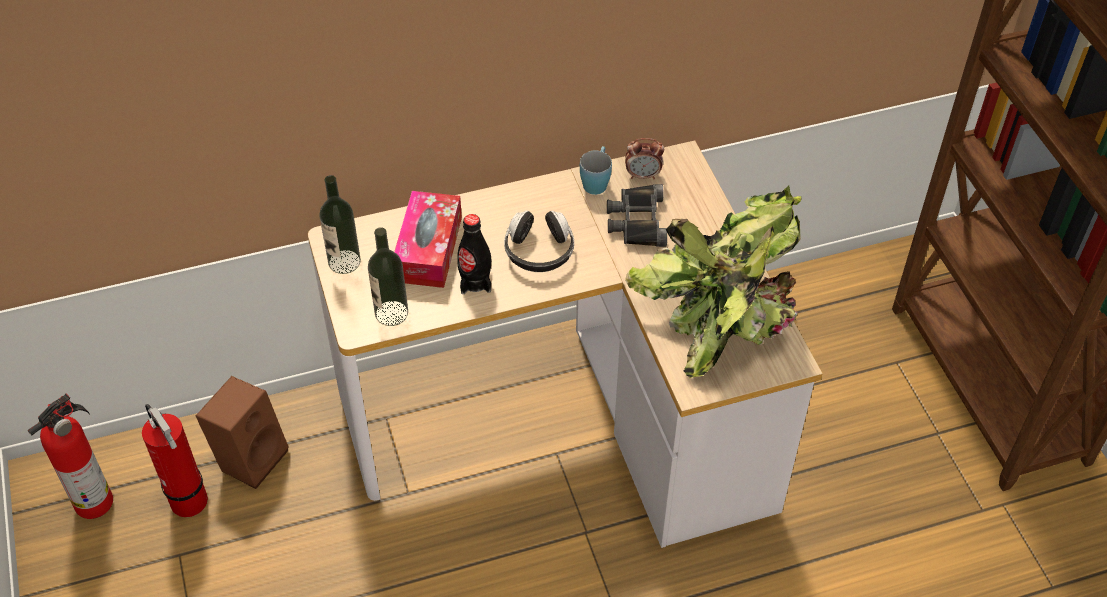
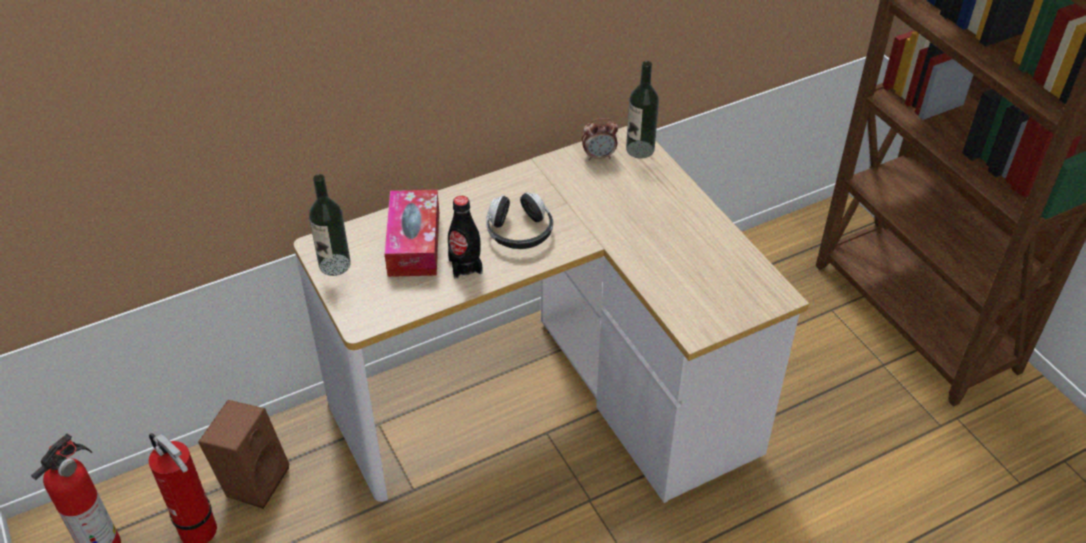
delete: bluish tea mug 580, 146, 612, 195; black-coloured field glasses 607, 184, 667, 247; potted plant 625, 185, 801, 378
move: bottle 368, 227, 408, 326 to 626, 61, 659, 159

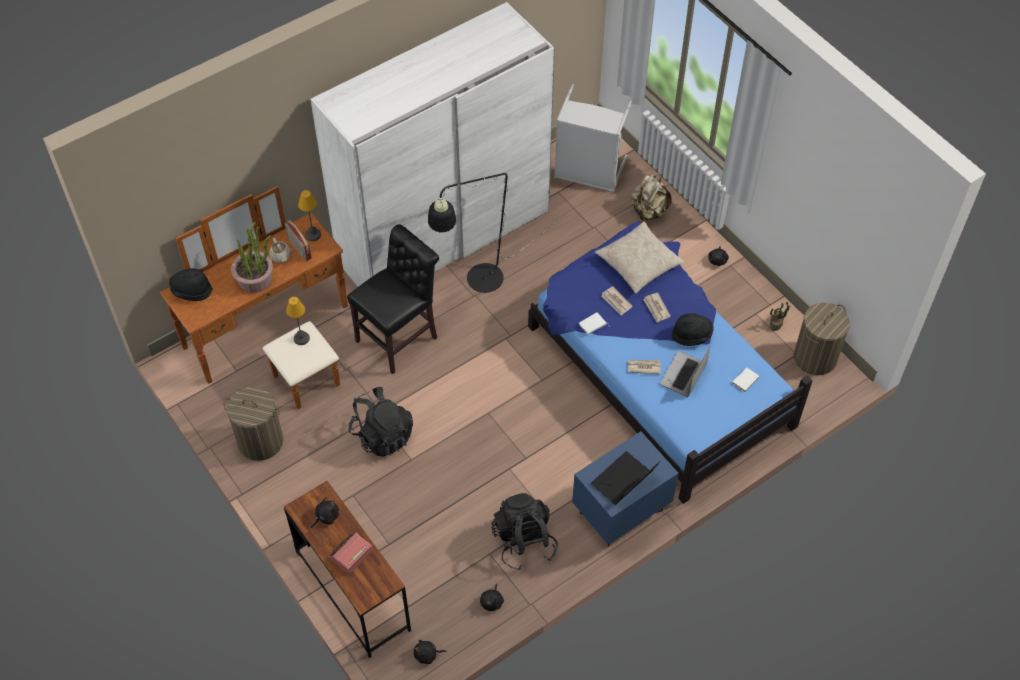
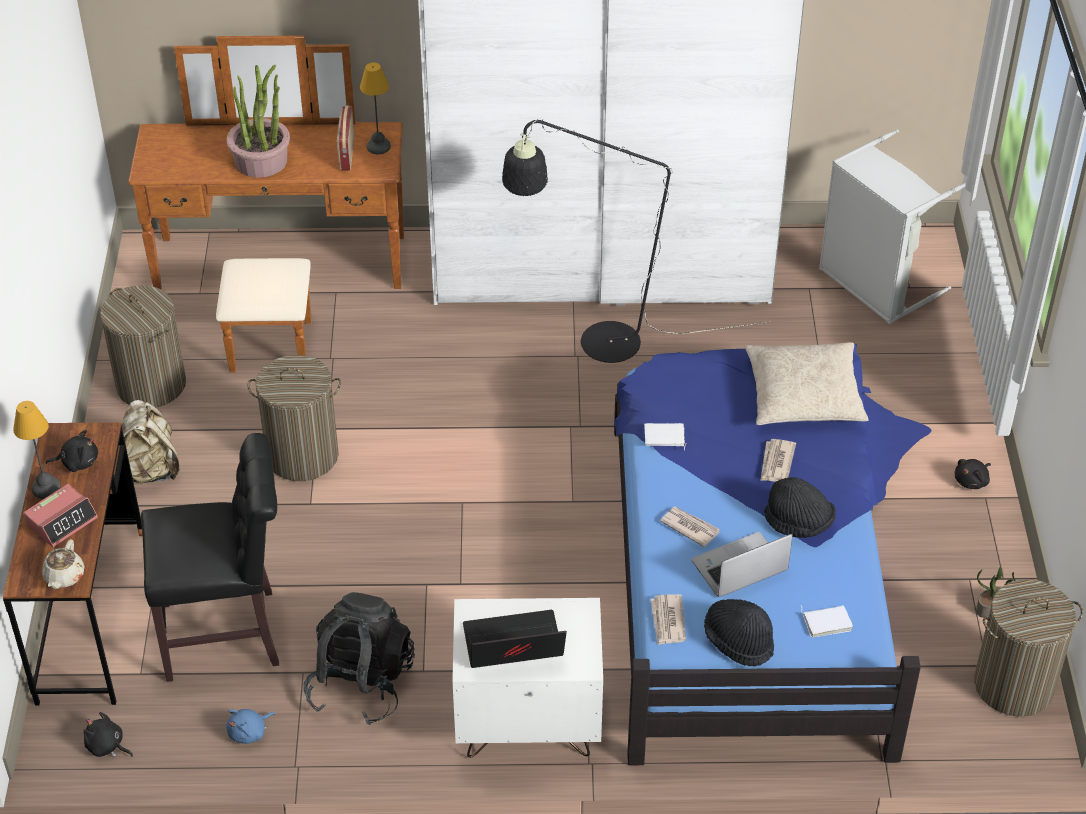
move: black-coloured wearable hat 169, 268, 212, 301 to 704, 599, 774, 666; beige-coloured teapot 269, 238, 291, 263 to 42, 539, 85, 589; lamp for a table 286, 297, 310, 345 to 13, 401, 61, 499; black-coloured upright chair 347, 224, 439, 374 to 141, 433, 279, 682; daily paper 601, 286, 632, 316 to 650, 594, 686, 645; beige-coloured rucksack 631, 174, 672, 221 to 121, 400, 180, 484
replace: black-coloured rucksack 349, 387, 413, 457 to hamper 247, 355, 341, 481
recolor: black-coloured soft toy 480, 584, 504, 611 to bluish soft toy 226, 709, 276, 744; bluish nightstand 572, 432, 678, 547 to white nightstand 452, 598, 603, 758
rotate: alarm clock 328, 532, 372, 574 = 24, 484, 98, 547 150 degrees clockwise

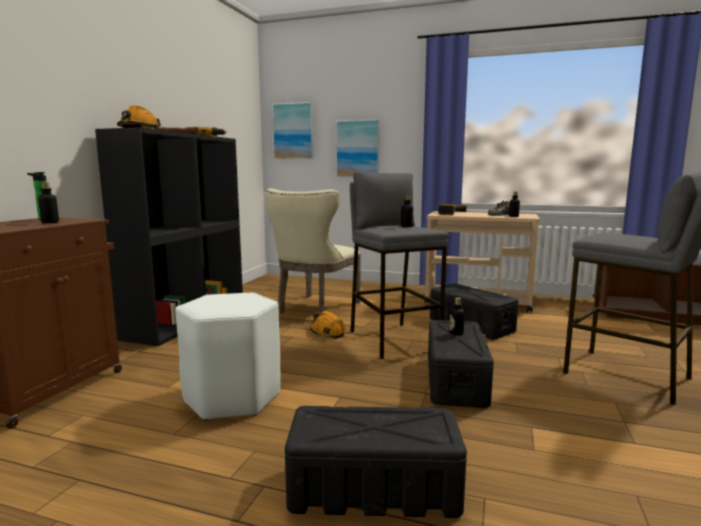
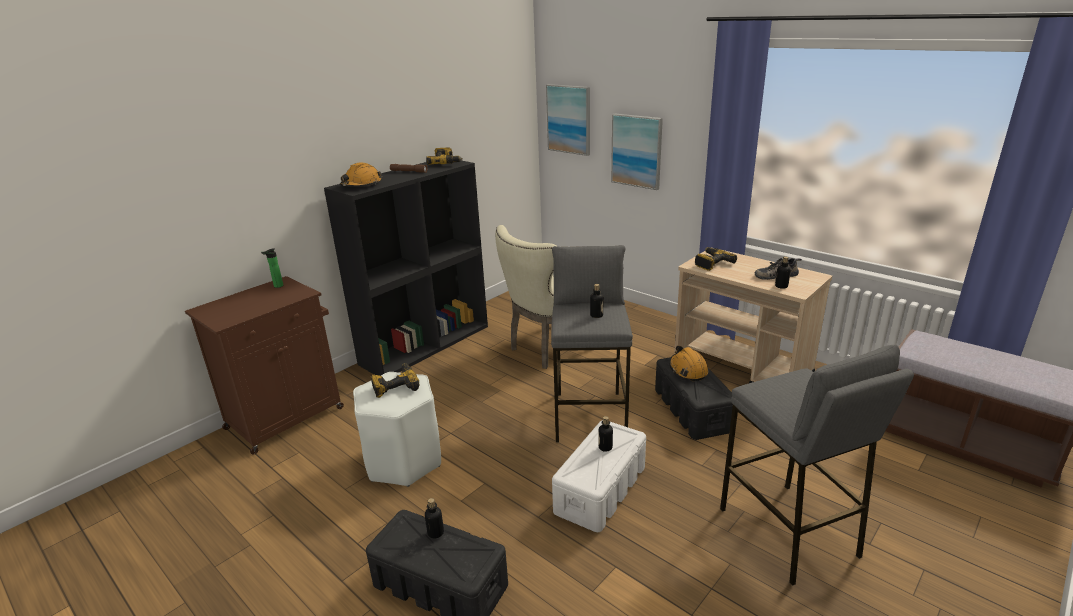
insert: electric drill 371, 363, 420, 398
move: bottle 38, 182, 59, 223 to 425, 498, 444, 538; orange safety helmet 310, 311, 346, 338 to 669, 346, 708, 381
recolor: black-coloured storage bin 428, 320, 494, 408 to white storage bin 552, 420, 646, 532

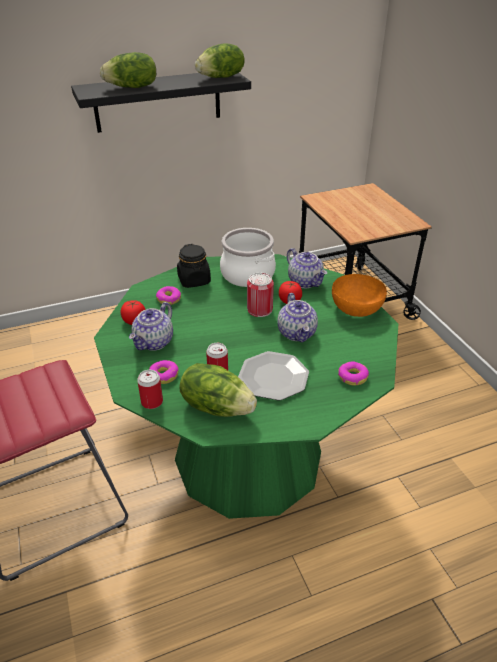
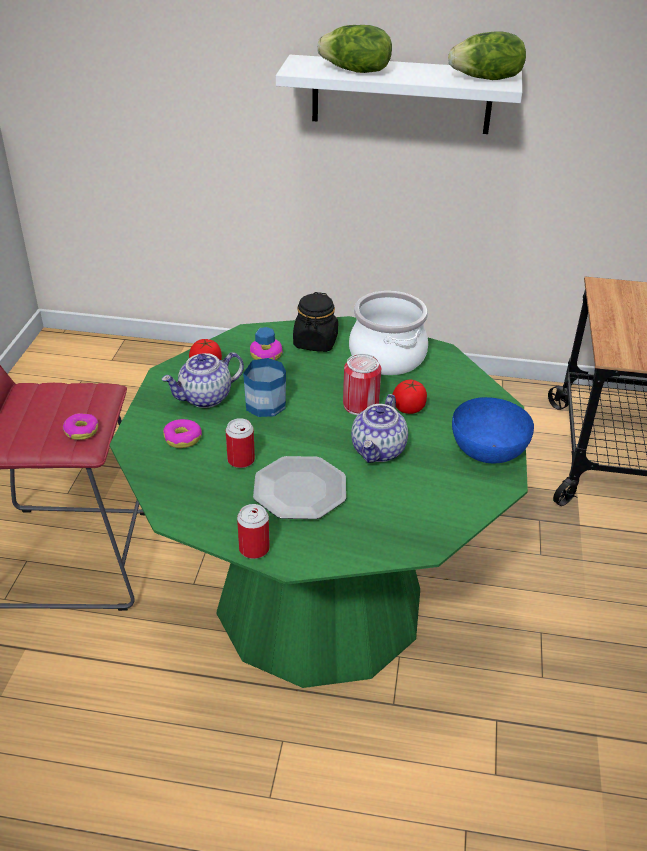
delete: lettuce head 179, 363, 257, 417; teapot 287, 248, 327, 288
insert: bottle 243, 327, 286, 417
move: can 137, 370, 163, 409 to 237, 504, 270, 559; donut 338, 361, 369, 385 to 63, 413, 99, 440
recolor: black-coloured shelf 71, 73, 251, 133 to white shelf 276, 55, 522, 134; orange deep dish 332, 274, 387, 317 to bluish deep dish 452, 397, 534, 463

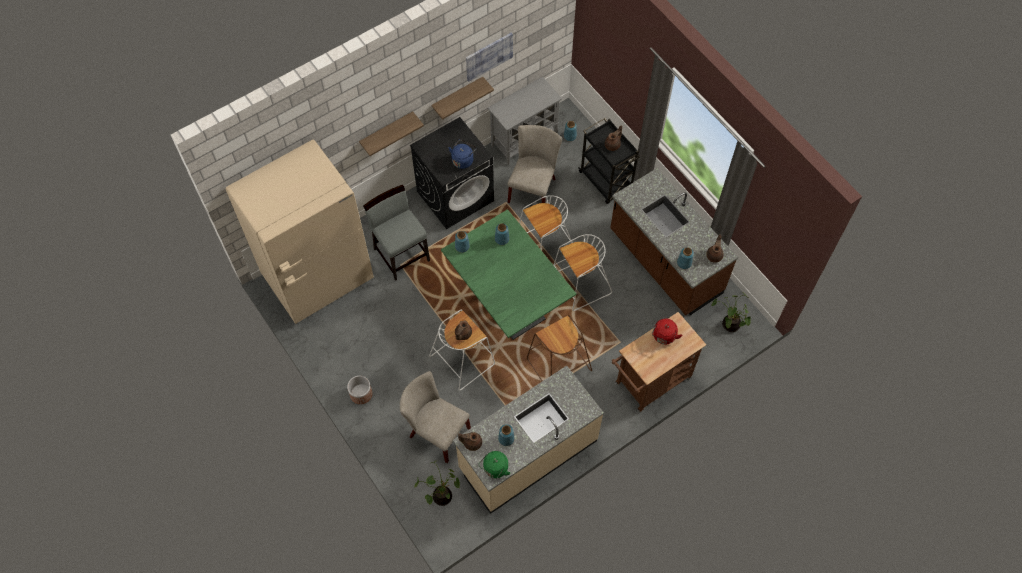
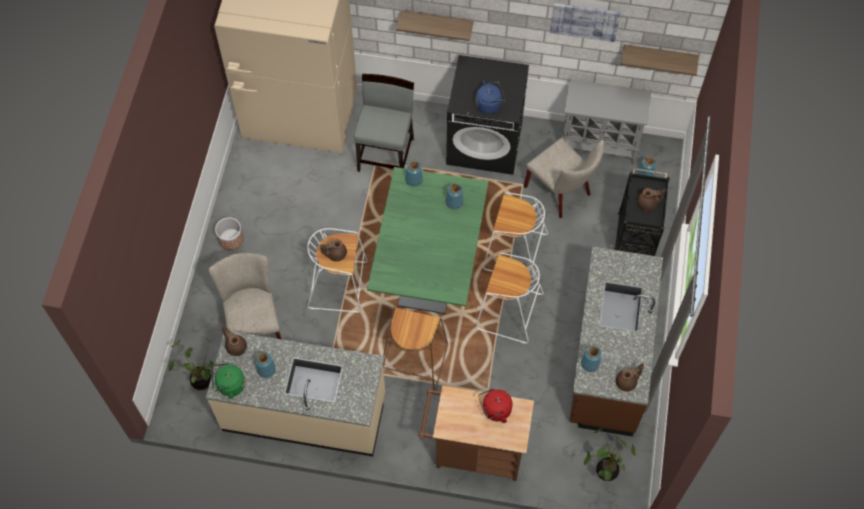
move: shelf 431, 77, 494, 120 to 621, 44, 699, 76
rotate: beige-coloured upright chair 508, 125, 562, 203 = 524, 138, 604, 218 75 degrees clockwise

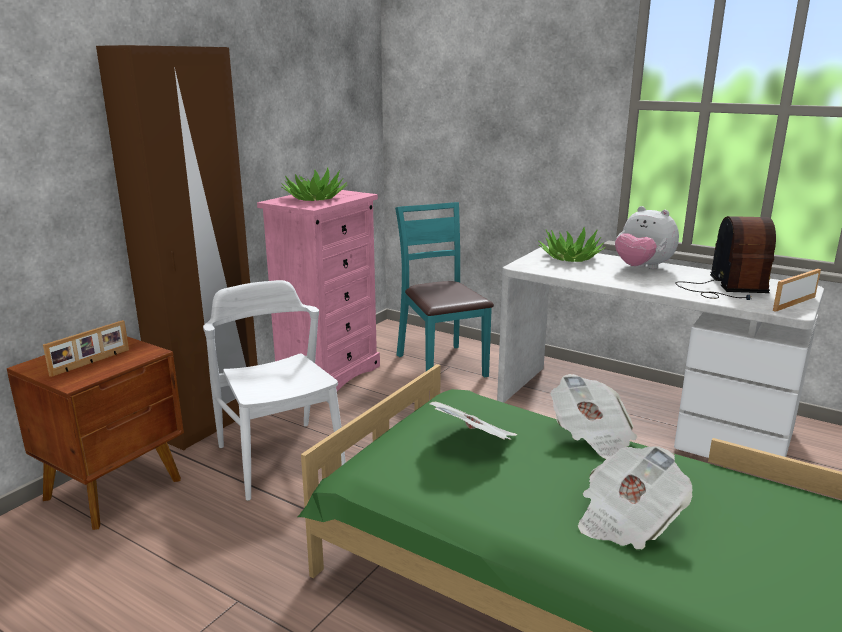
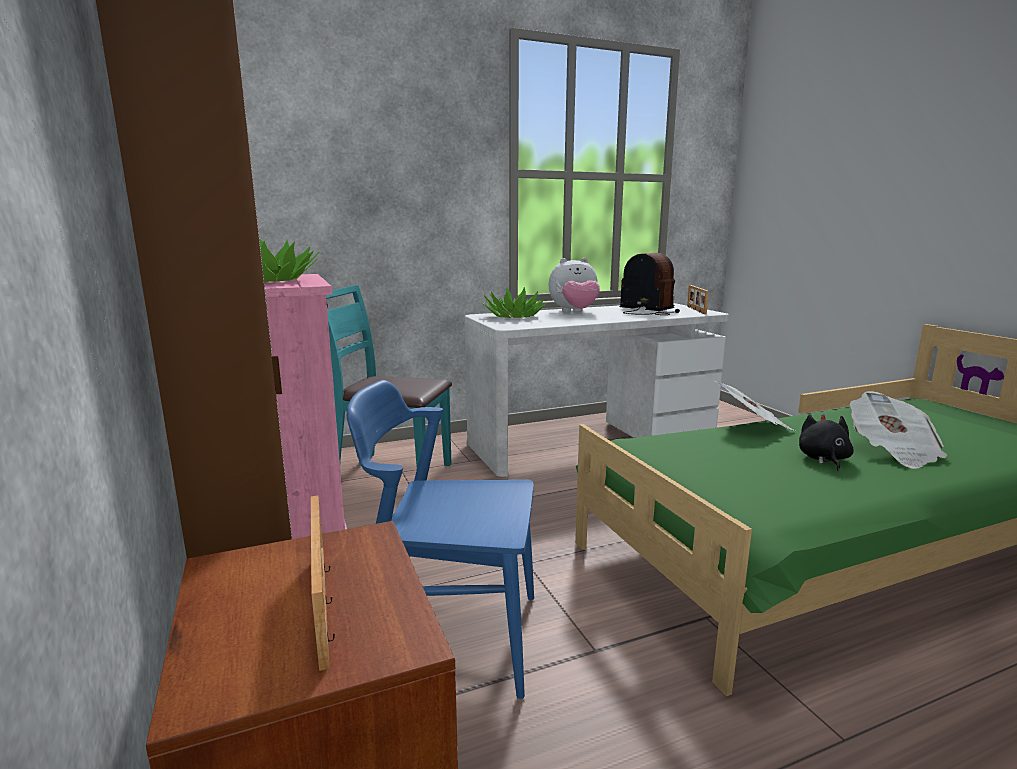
delete: daily paper 429, 402, 517, 440
insert: black-coloured soft toy 799, 414, 854, 471
recolor: white upright chair 203, 280, 346, 501 to bluish upright chair 347, 380, 534, 700

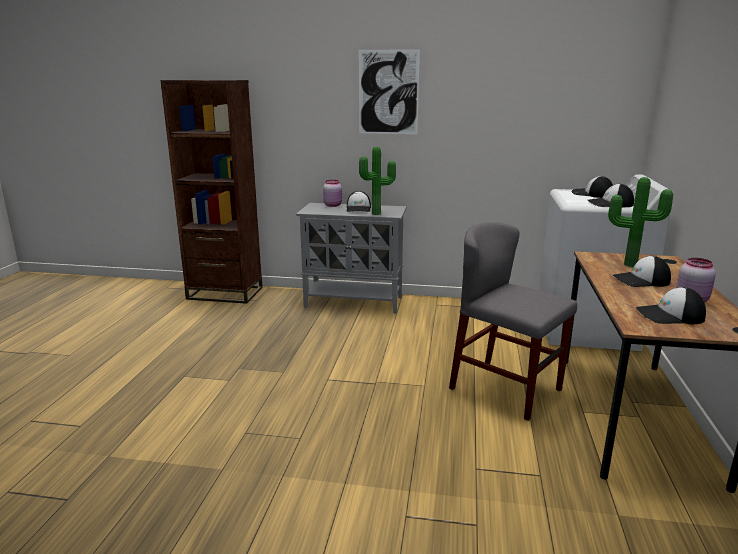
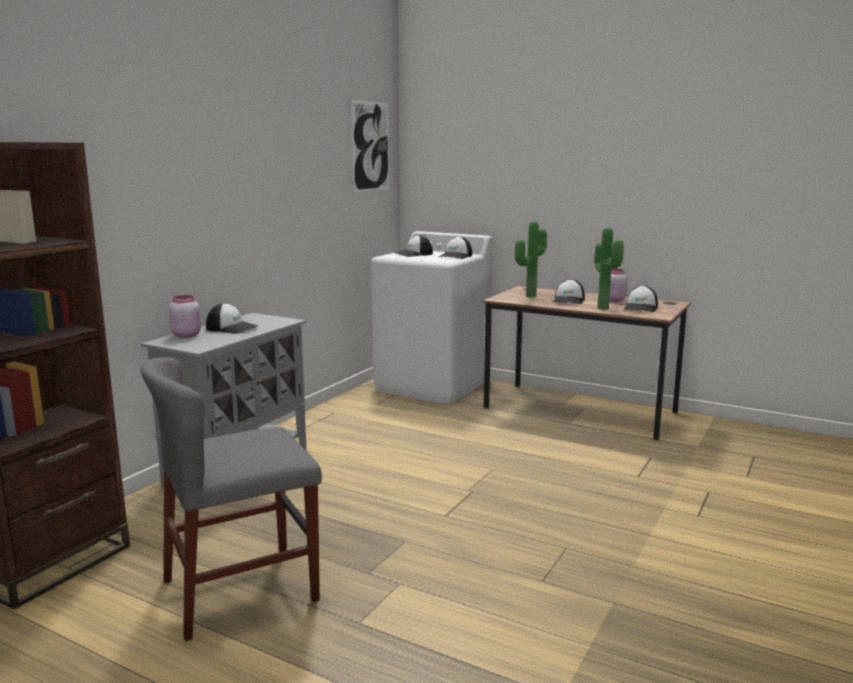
move: picture 359, 49, 420, 134 to 351, 100, 389, 192; potted plant 359, 146, 396, 215 to 594, 227, 624, 310; grey upright chair 449, 222, 577, 421 to 141, 357, 322, 641

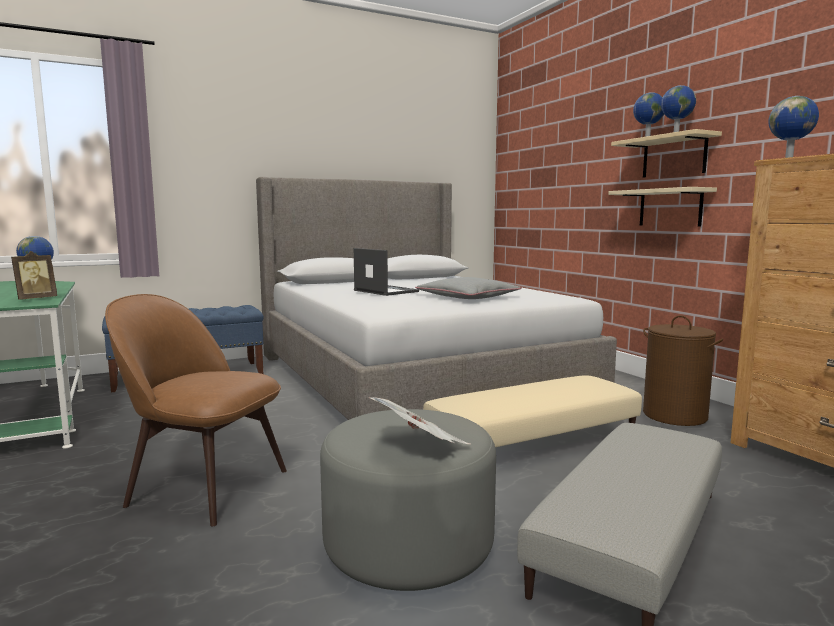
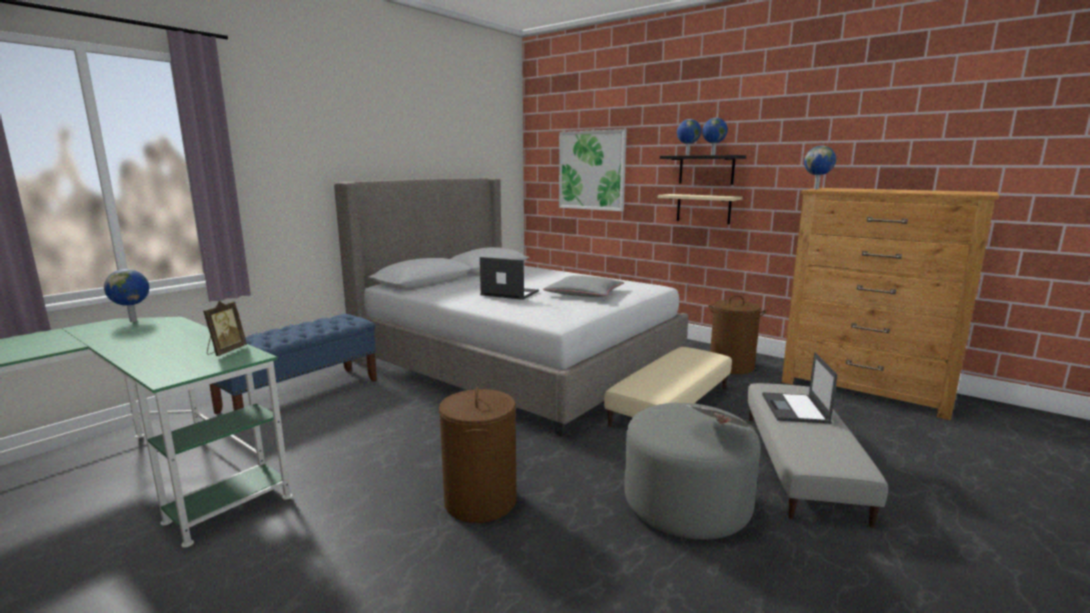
insert: picture 559, 129, 627, 211; portable computer 762, 352, 838, 424
replace: brown-coloured upright chair 105, 294, 287, 526 to brown-coloured hamper 439, 387, 517, 523
recolor: beige-coloured shelf 611, 129, 722, 178 to black-coloured shelf 660, 155, 746, 185

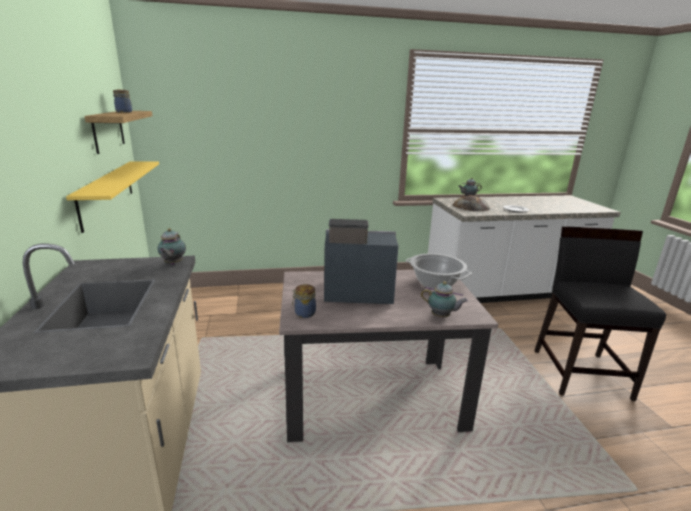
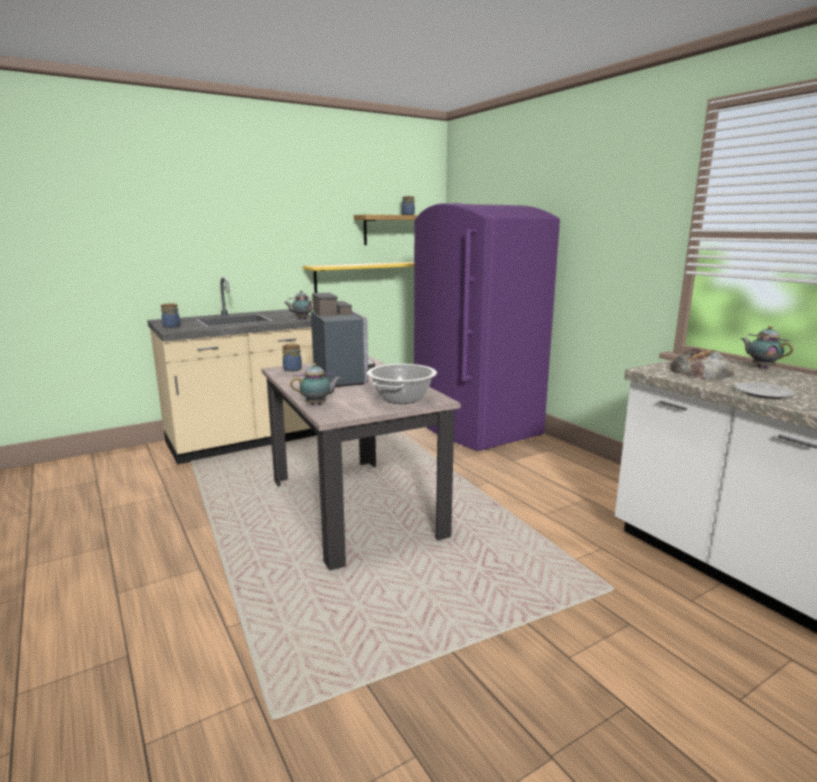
delete: black-coloured upright chair 534, 226, 666, 401
insert: jar 161, 303, 180, 328; purple refrigerator 414, 203, 560, 451
rotate: teapot 421, 281, 468, 317 = 290, 363, 341, 405 105 degrees counterclockwise

